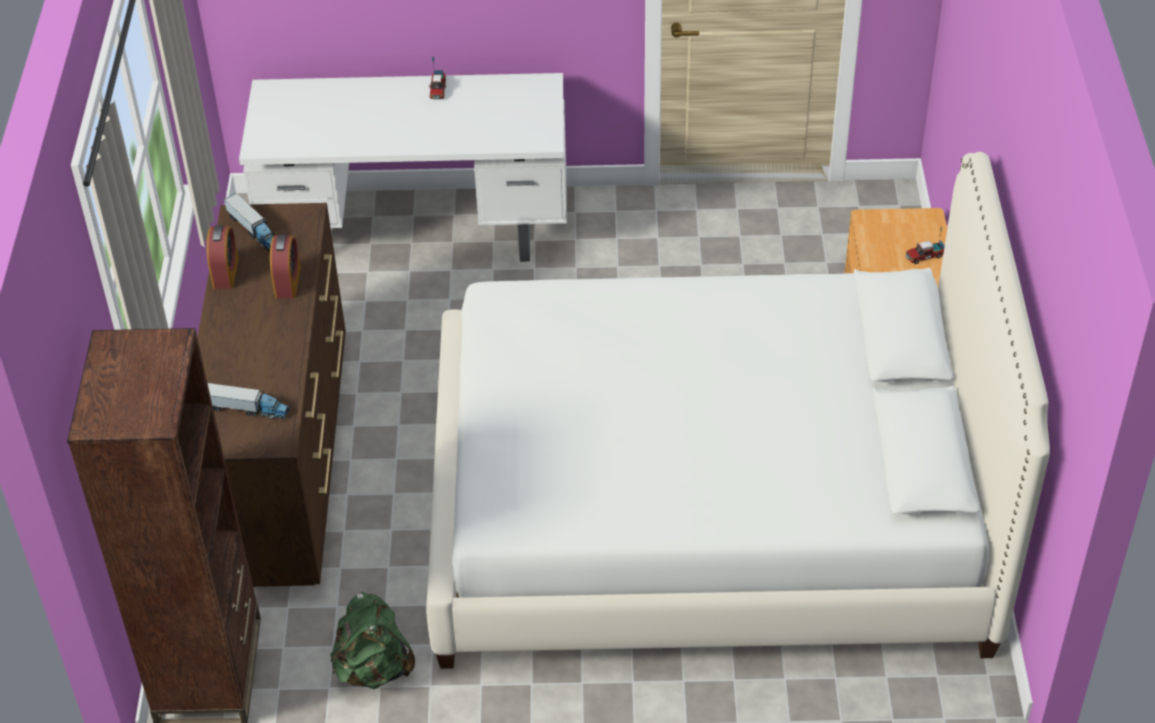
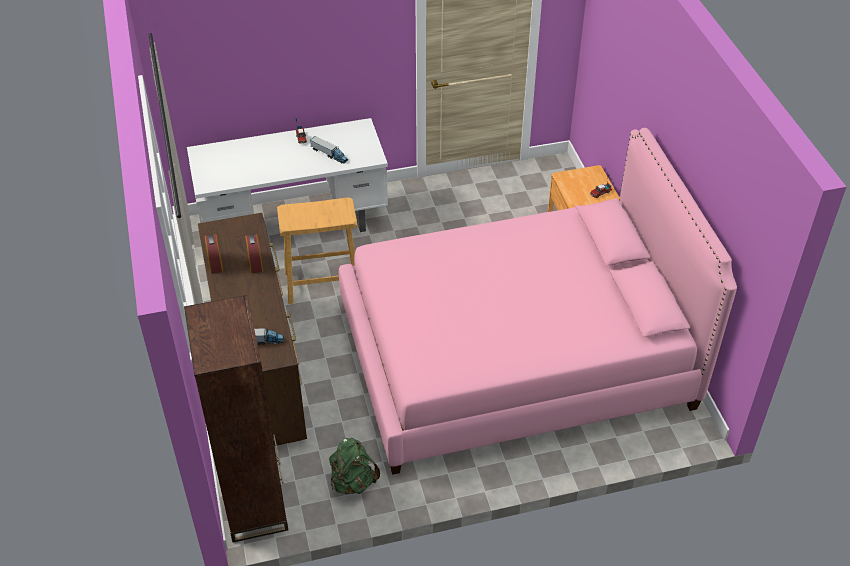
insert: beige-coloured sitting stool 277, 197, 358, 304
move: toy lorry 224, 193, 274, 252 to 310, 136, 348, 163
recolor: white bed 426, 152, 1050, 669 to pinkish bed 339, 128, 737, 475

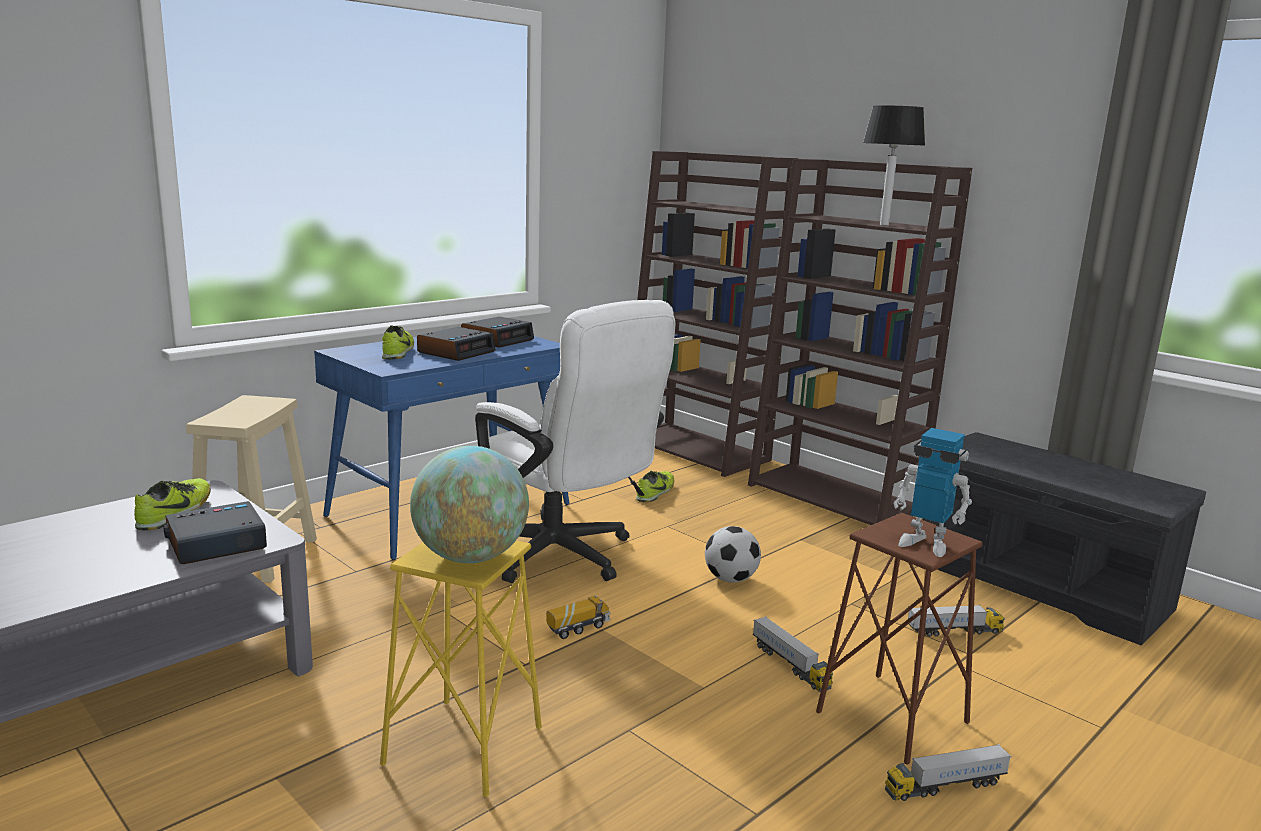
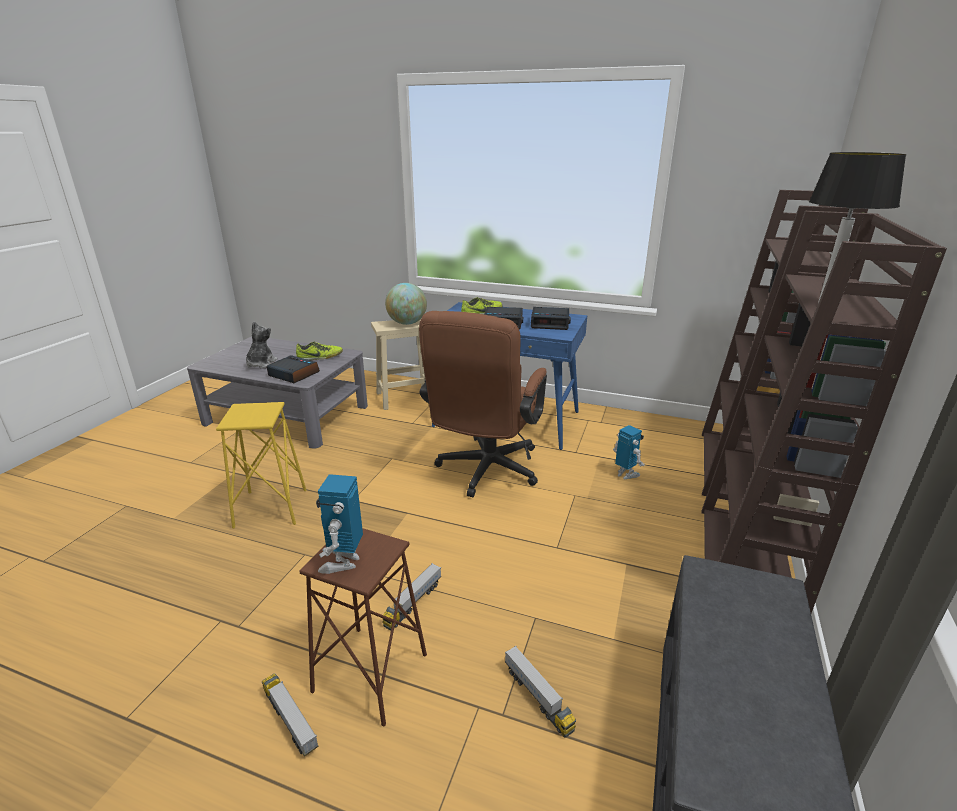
delete: toy lorry 546, 595, 610, 639; football 705, 526, 761, 583
insert: soft toy 246, 321, 278, 369
move: desk globe 410, 446, 529, 563 to 385, 283, 427, 325
replace: low shoe 636, 471, 674, 502 to model robot 613, 425, 645, 479
recolor: white desk chair 475, 300, 676, 583 to brown-coloured desk chair 419, 311, 547, 497

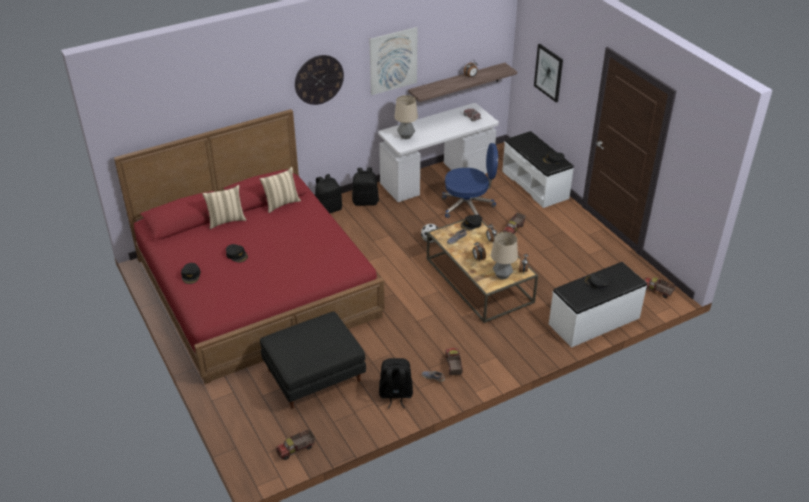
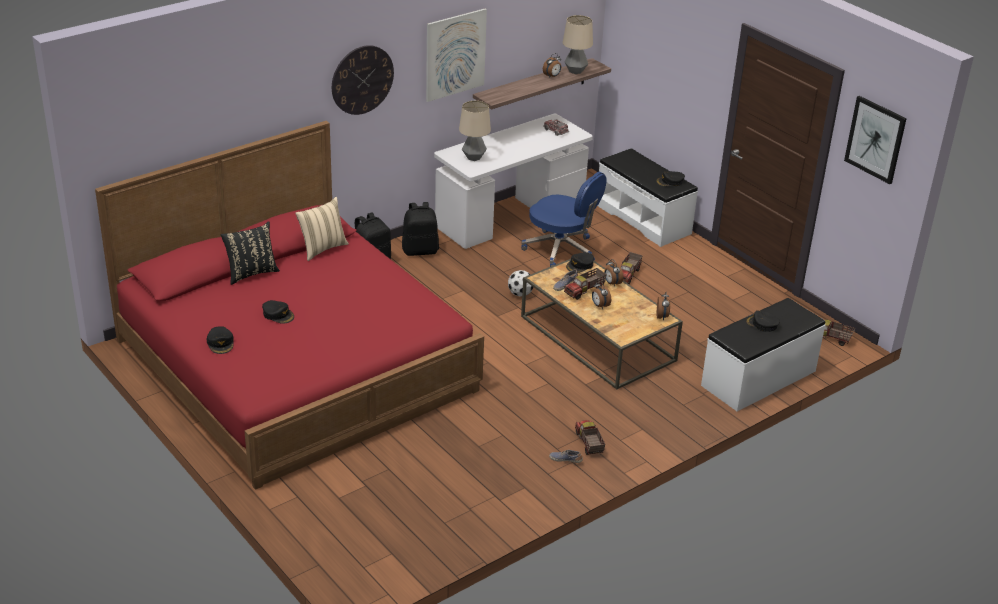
delete: black-coloured footrest 260, 312, 366, 409; black-coloured rucksack 379, 358, 413, 408
move: toy lorry 276, 429, 315, 460 to 564, 268, 607, 300; lamp for a table 491, 232, 518, 280 to 563, 15, 593, 74; picture 534, 44, 563, 102 to 844, 96, 907, 184
recolor: beige-coloured cushion 202, 185, 247, 229 to black-coloured cushion 221, 221, 280, 285
rotate: bluish desk chair 442, 143, 498, 218 = 521, 172, 607, 267 45 degrees clockwise

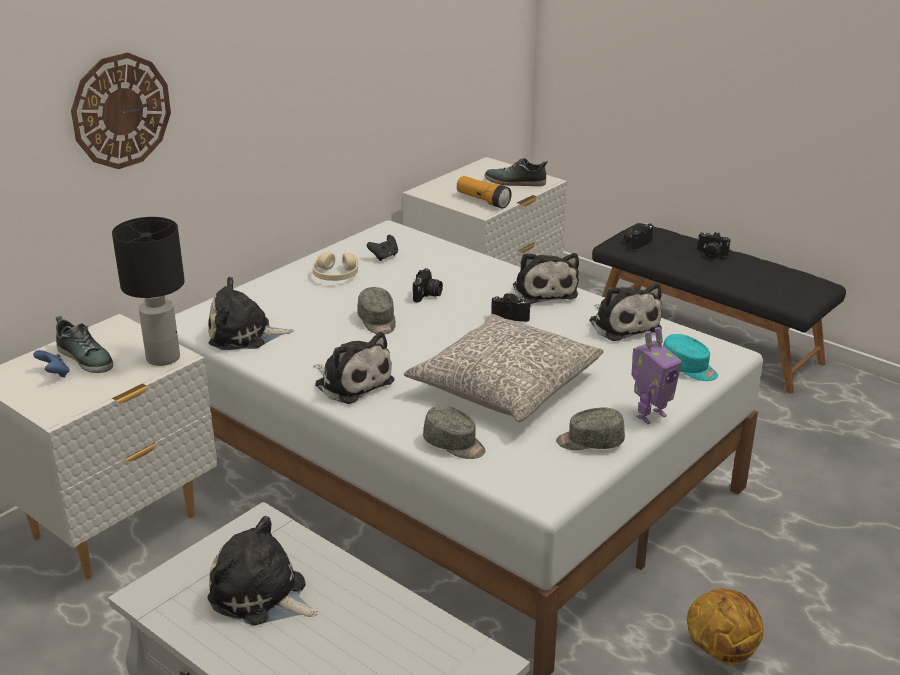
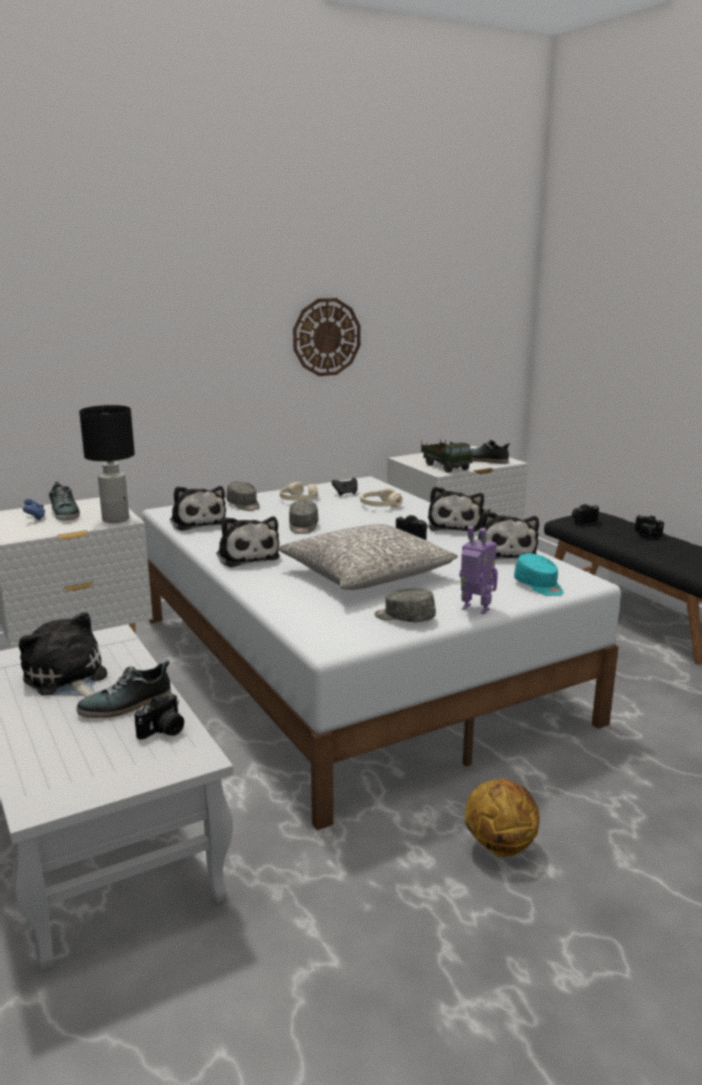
insert: low shoe 76, 660, 171, 718; beige-coloured pair of headphones 360, 488, 403, 507
move: hanging clock 71, 52, 171, 169 to 293, 298, 360, 376; still camera 413, 268, 443, 303 to 134, 694, 184, 740; grey baseball cap 423, 405, 486, 459 to 227, 481, 260, 511
replace: hand torch 457, 176, 512, 208 to toy lorry 421, 438, 473, 473
rotate: soft toy 208, 276, 294, 350 = 170, 486, 226, 531 135 degrees counterclockwise; model robot 632, 327, 682, 424 = 459, 526, 498, 614 135 degrees counterclockwise

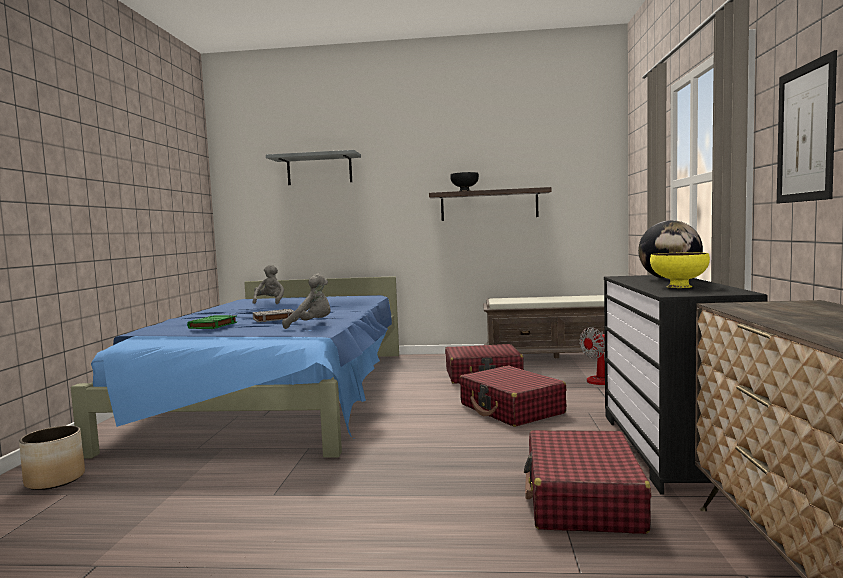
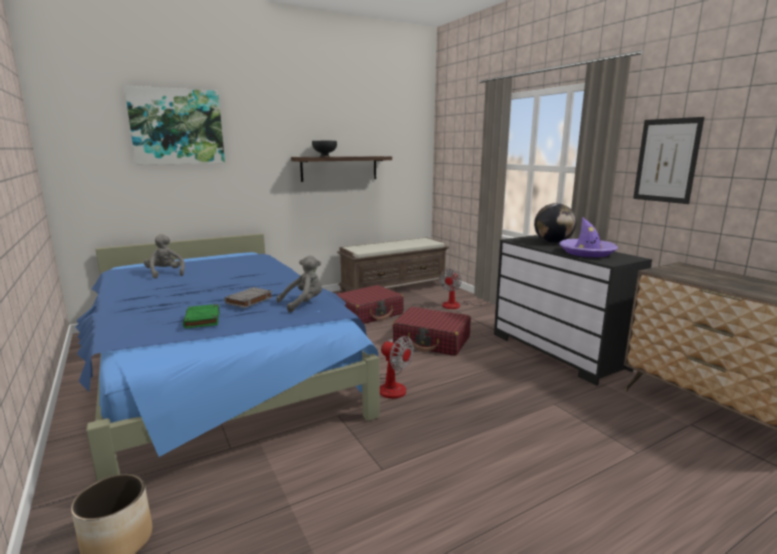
delete: red suitcase 524, 430, 651, 534
insert: electric fan 380, 336, 414, 399
replace: grey shelf 266, 150, 361, 185 to picture 124, 85, 225, 165; yellowish deep dish 650, 252, 710, 288 to purple wearable hat 559, 217, 619, 257

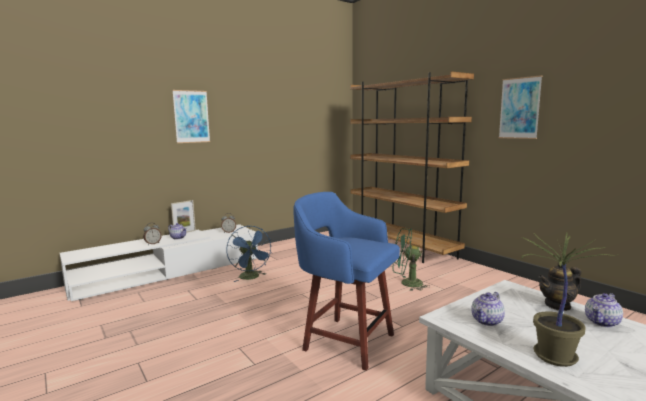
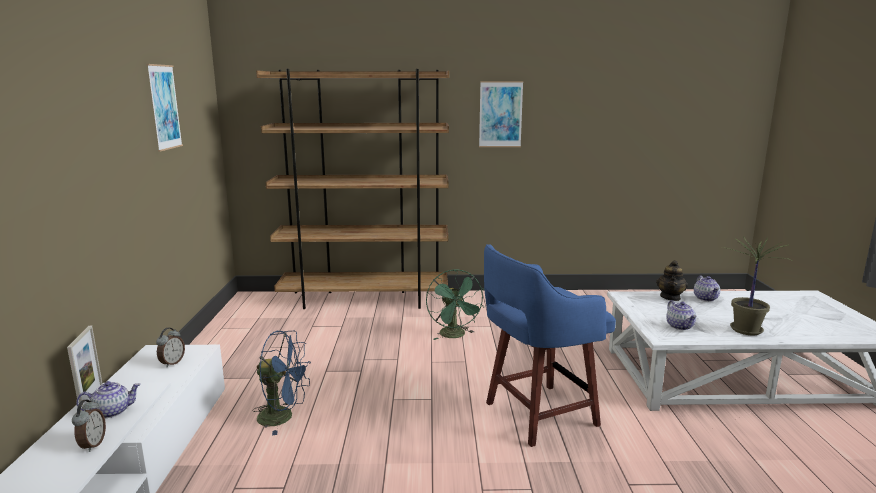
move: picture 172, 90, 210, 143 to 146, 64, 183, 152
rotate: green-coloured electric fan 392, 228, 429, 291 = 426, 269, 484, 340 60 degrees counterclockwise

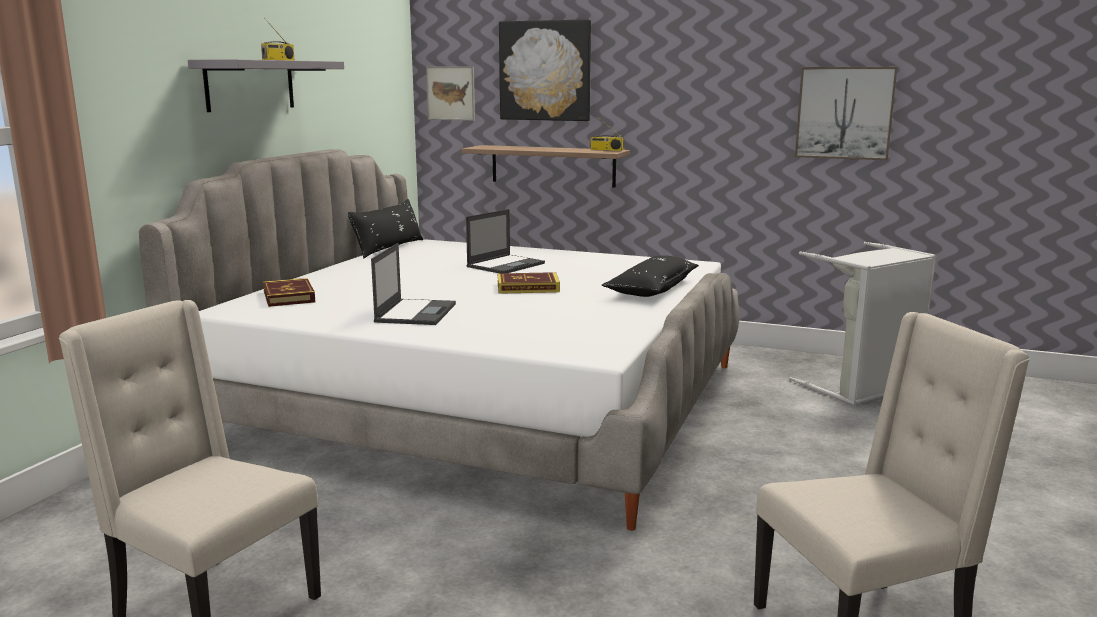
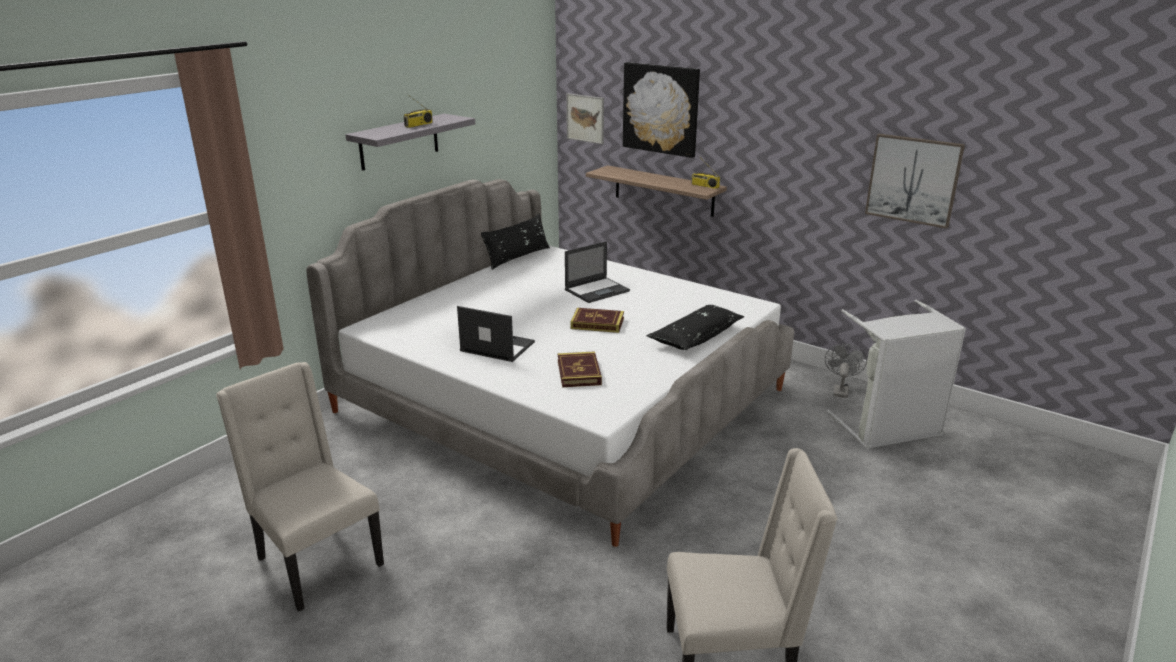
insert: grey electric fan 825, 344, 867, 398
move: bound book 263, 278, 315, 307 to 558, 351, 602, 387
rotate: portable computer 371, 243, 456, 325 = 457, 306, 535, 362 90 degrees counterclockwise

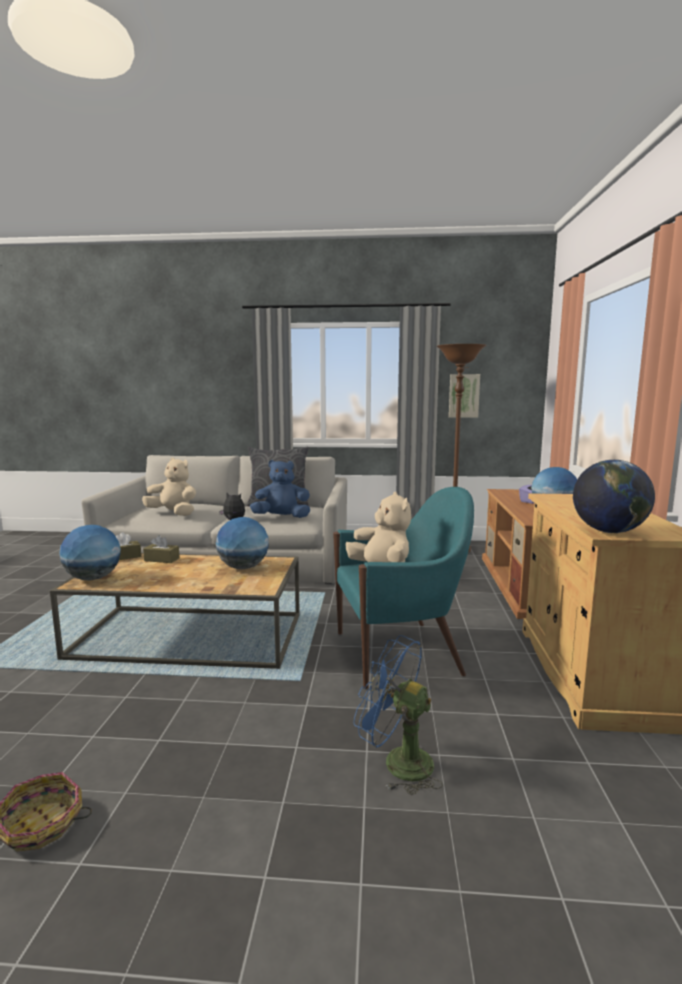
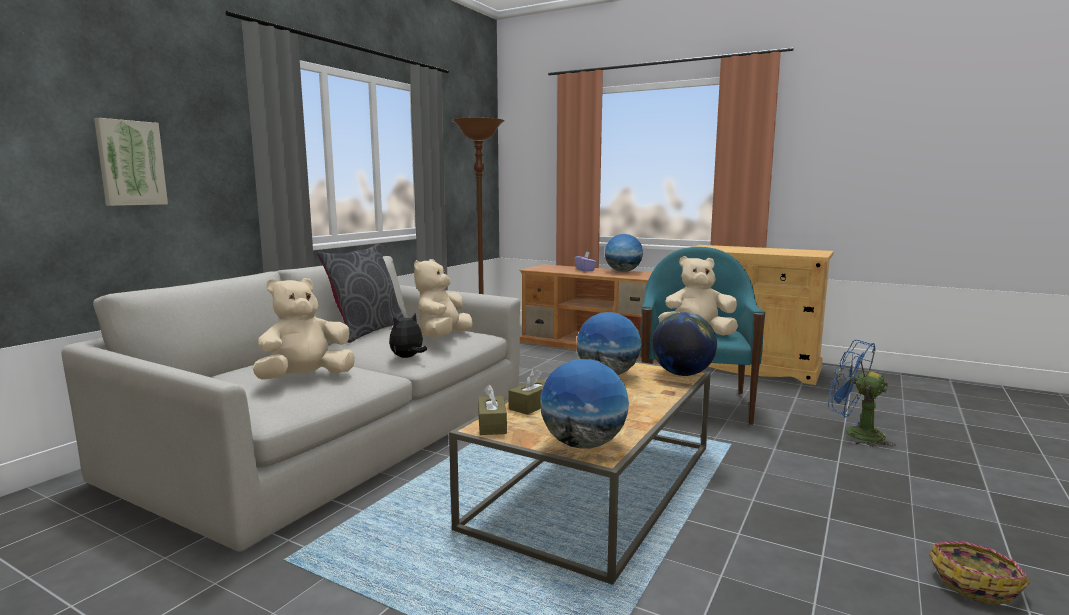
move: picture 449, 374, 480, 418 to 94, 118, 168, 206; desk globe 573, 460, 655, 533 to 652, 312, 717, 376
recolor: bluish soft toy 250, 460, 310, 518 to beige-coloured soft toy 414, 259, 473, 337
rotate: bluish electric fan 353, 635, 443, 795 = 828, 340, 896, 447 75 degrees clockwise

